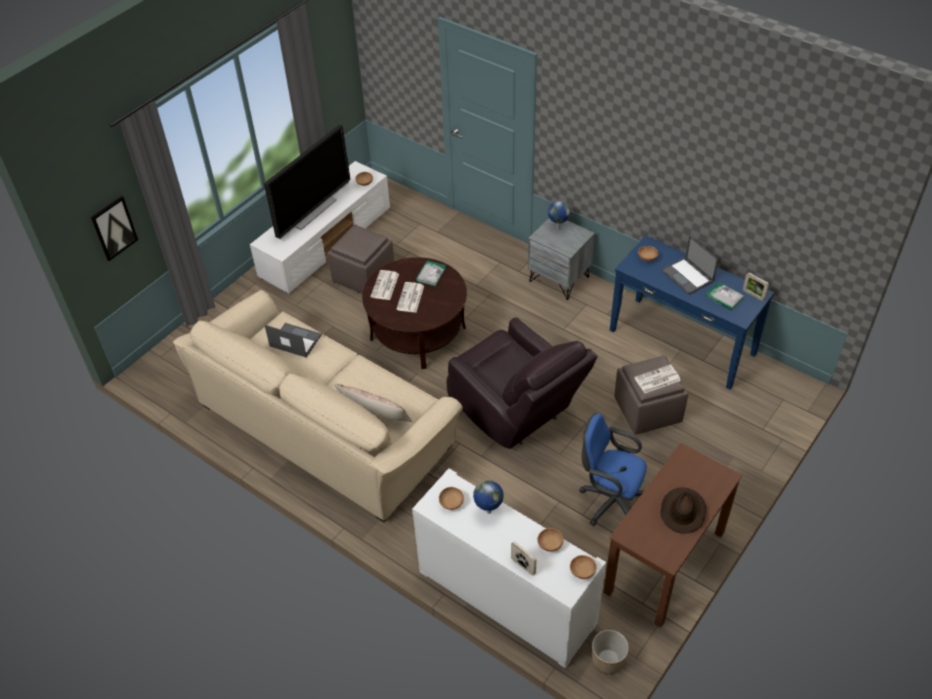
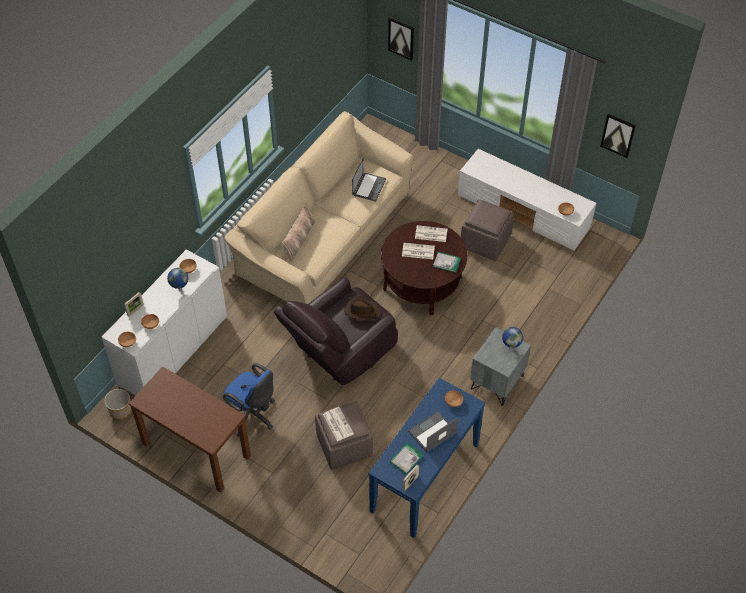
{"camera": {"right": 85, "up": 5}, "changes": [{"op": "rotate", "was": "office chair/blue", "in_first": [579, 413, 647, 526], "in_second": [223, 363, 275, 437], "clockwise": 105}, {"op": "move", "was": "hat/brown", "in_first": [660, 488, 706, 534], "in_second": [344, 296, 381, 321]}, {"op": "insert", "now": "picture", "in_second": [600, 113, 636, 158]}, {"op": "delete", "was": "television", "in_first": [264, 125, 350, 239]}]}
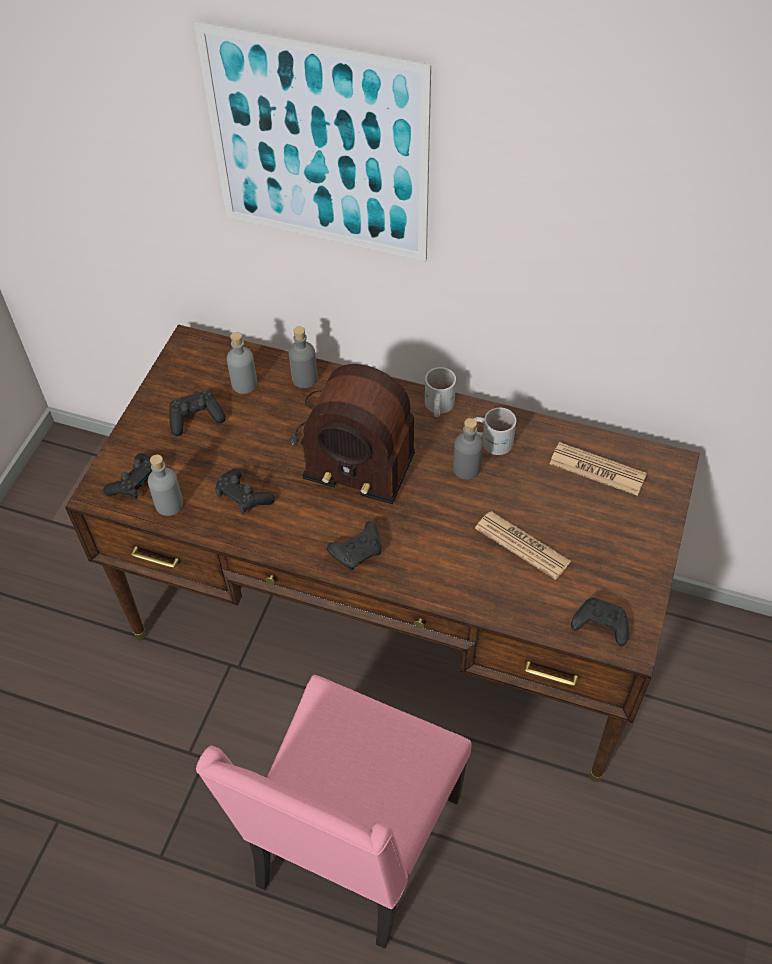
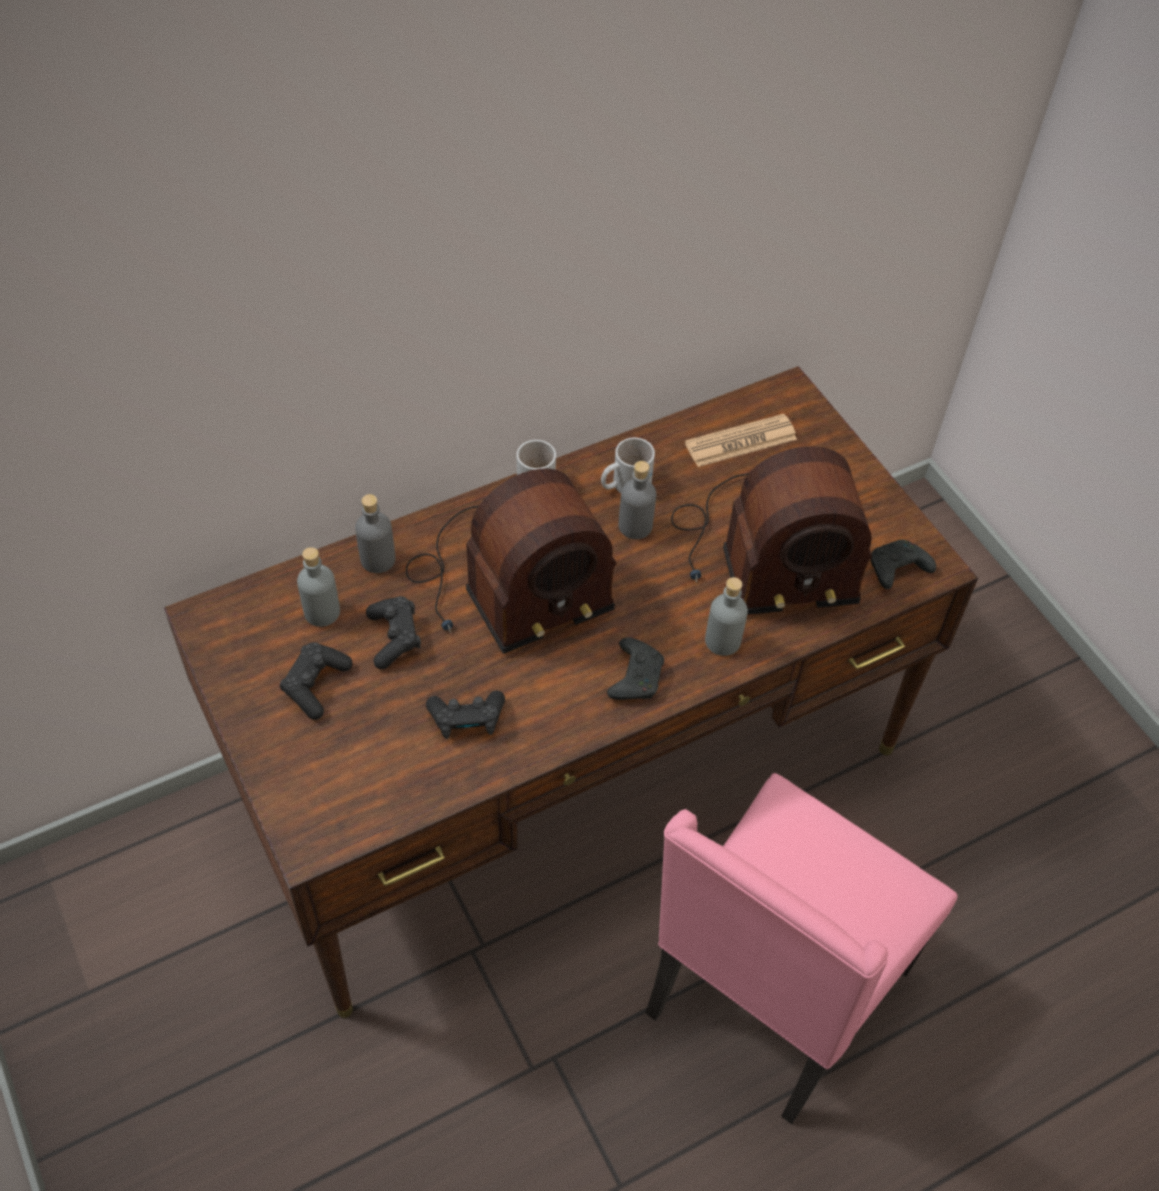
{"camera": {"right": -50, "up": 0}, "changes": [{"op": "move", "was": "game controller/black", "in_first": [103, 453, 152, 499], "in_second": [366, 596, 421, 669]}, {"op": "rotate", "was": "chair/pink", "in_first": [196, 675, 472, 949], "in_second": [646, 773, 958, 1124], "clockwise": 60}, {"op": "replace", "was": "newspaper", "now": "radio", "in_first": [475, 511, 571, 580], "in_second": [671, 446, 872, 615]}, {"op": "move", "was": "bottle/grey", "in_first": [148, 455, 183, 516], "in_second": [705, 577, 748, 656]}, {"op": "delete", "was": "picture", "in_first": [194, 21, 431, 261]}]}
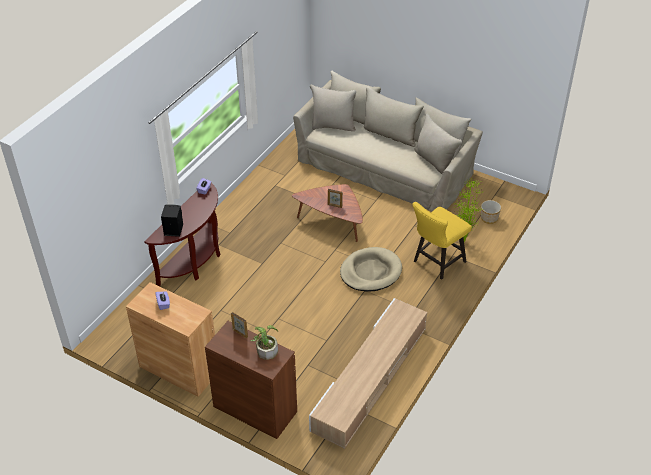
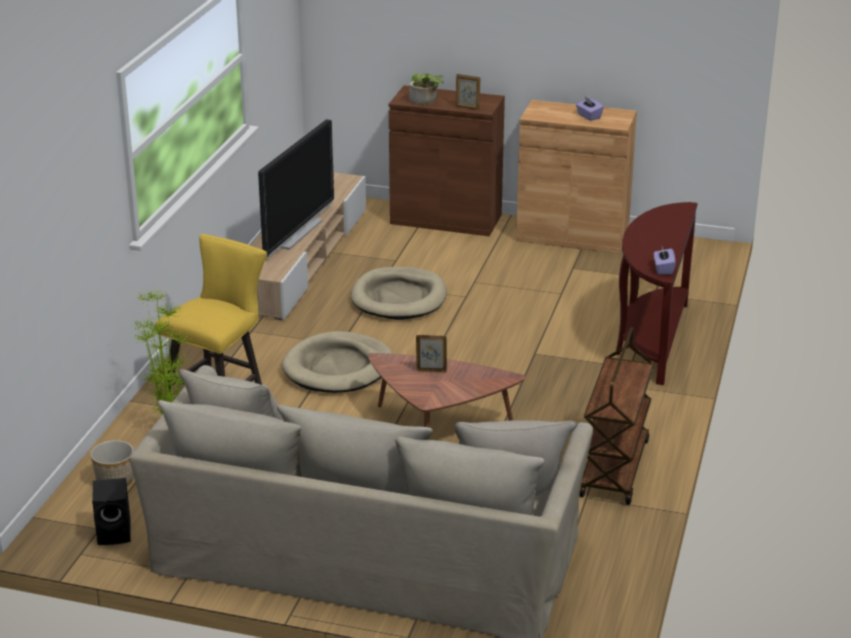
{"camera": {"right": 165, "up": -15}, "changes": [{"op": "move", "was": "speaker/black", "in_first": [161, 204, 183, 237], "in_second": [92, 478, 131, 545]}, {"op": "insert", "now": "television", "in_second": [258, 119, 334, 257]}, {"op": "insert", "now": "dog bed/beige", "in_second": [351, 267, 447, 320]}, {"op": "insert", "now": "cart/brown", "in_second": [579, 327, 654, 505]}]}
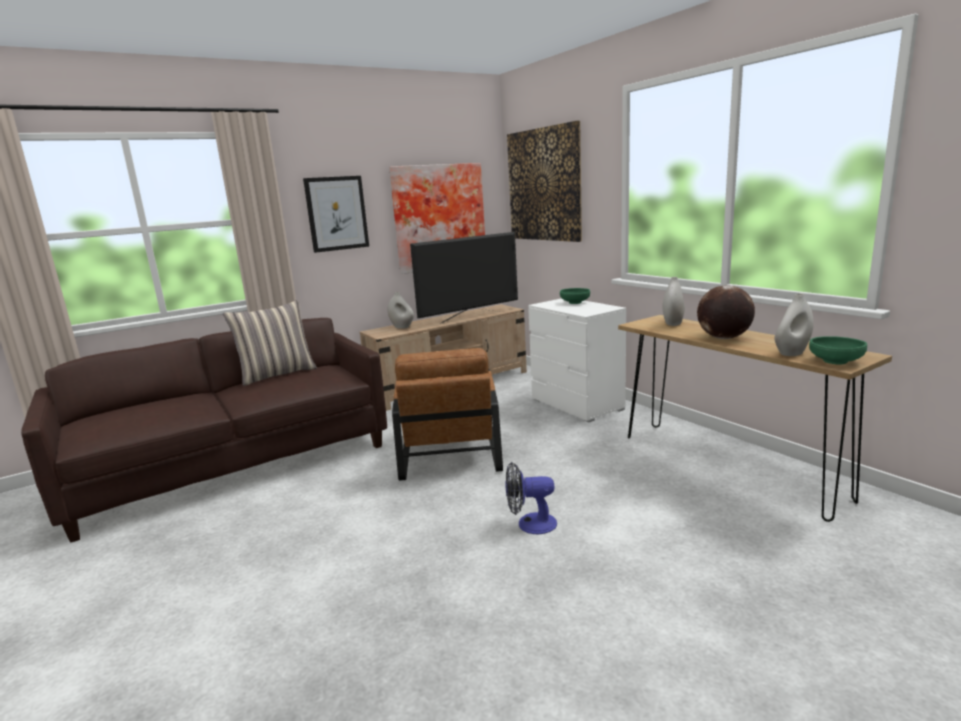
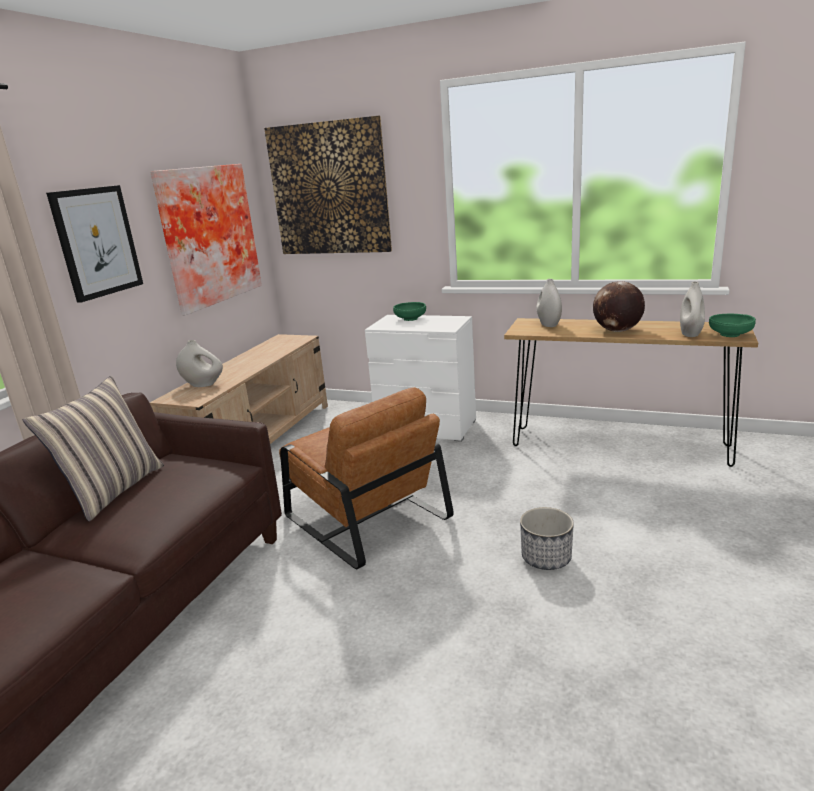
{"camera": {"right": -35, "up": 5}, "changes": [{"op": "replace", "was": "fan", "now": "planter", "in_first": [505, 462, 557, 534], "in_second": [520, 507, 574, 570]}, {"op": "delete", "was": "television", "in_first": [410, 232, 518, 324]}]}
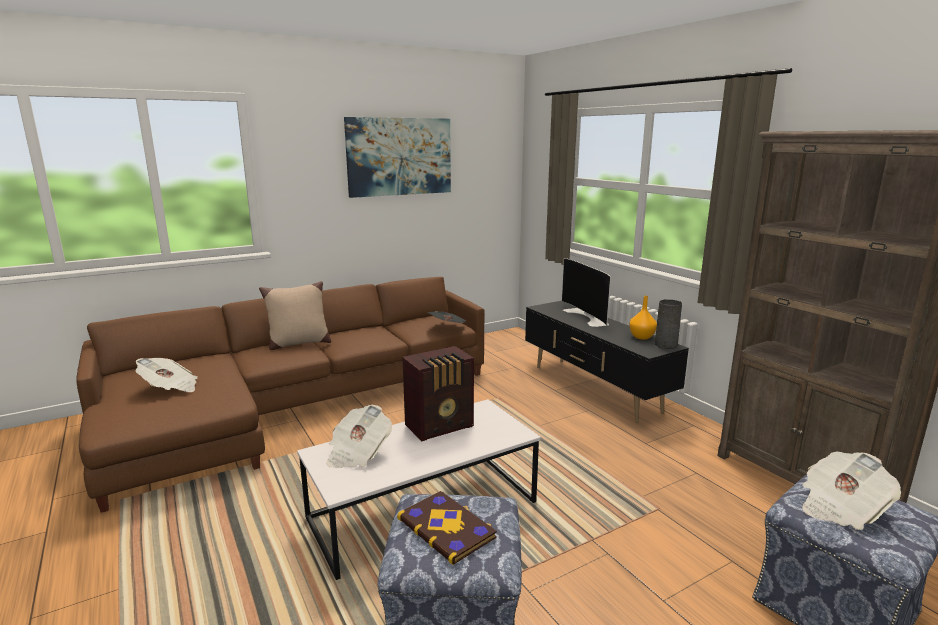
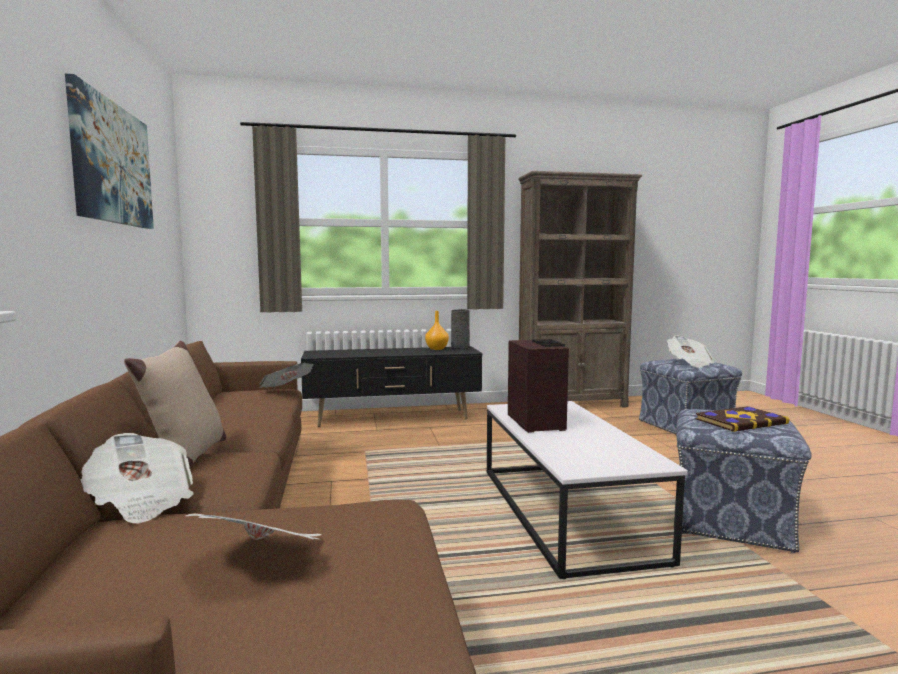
{"camera": {"right": -70, "up": -10}, "changes": [{"op": "move", "was": "newspaper", "in_first": [327, 405, 392, 468], "in_second": [81, 433, 193, 524]}, {"op": "delete", "was": "television", "in_first": [562, 258, 611, 327]}]}
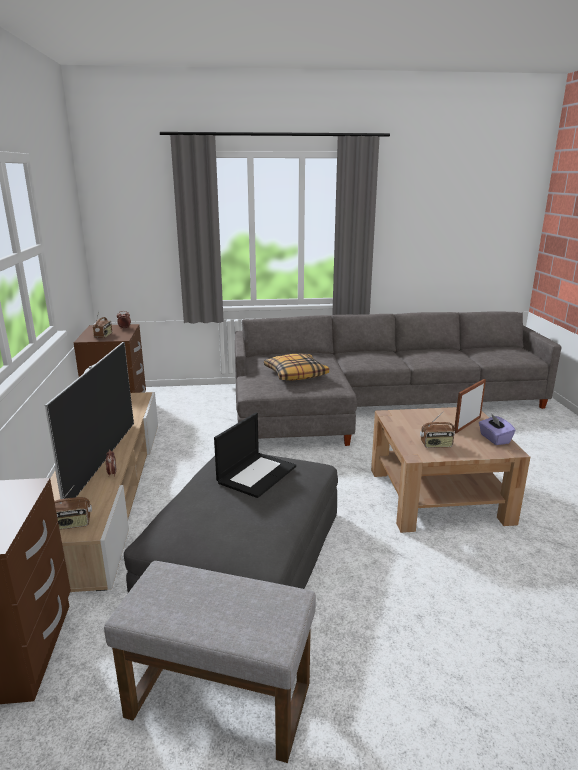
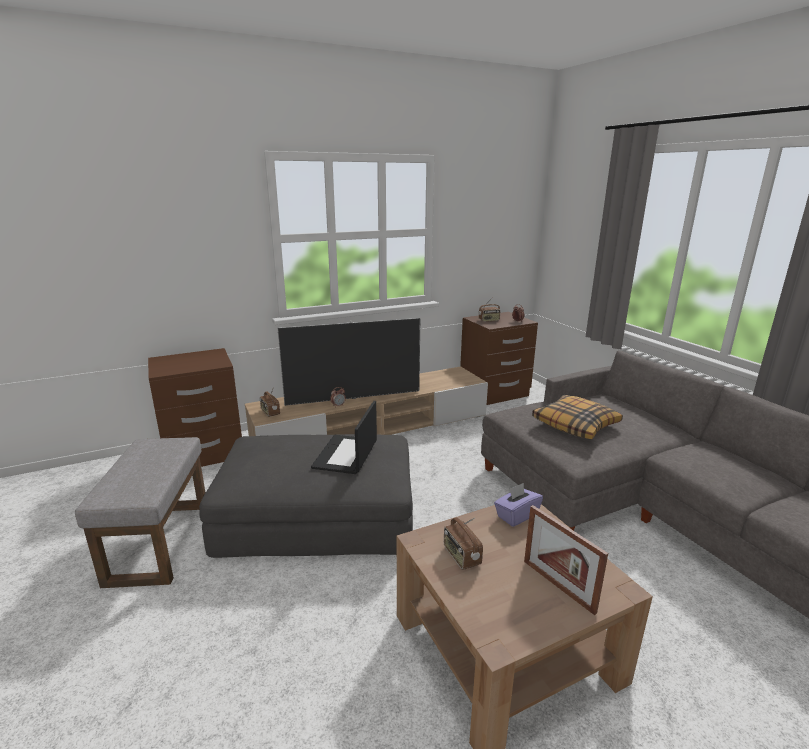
{"camera": {"right": 70, "up": 0}, "changes": [{"op": "rotate", "was": "laptop", "in_first": [214, 413, 296, 498], "in_second": [311, 401, 377, 474], "clockwise": 90}, {"op": "move", "was": "tissue box/purple", "in_first": [479, 415, 516, 445], "in_second": [494, 483, 543, 527]}, {"op": "rotate", "was": "picture frame", "in_first": [454, 379, 486, 434], "in_second": [524, 505, 608, 615], "clockwise": -150}]}
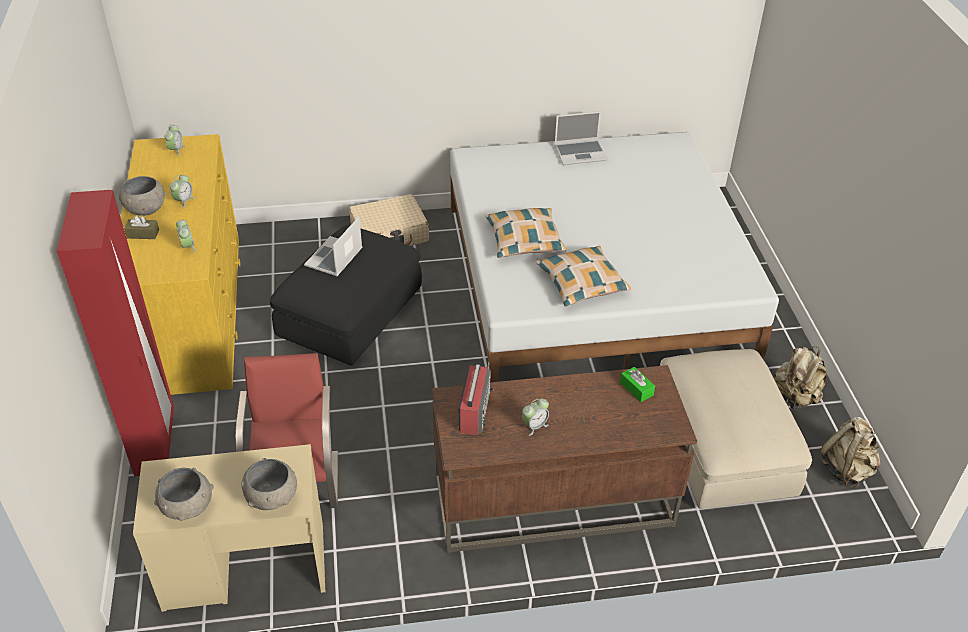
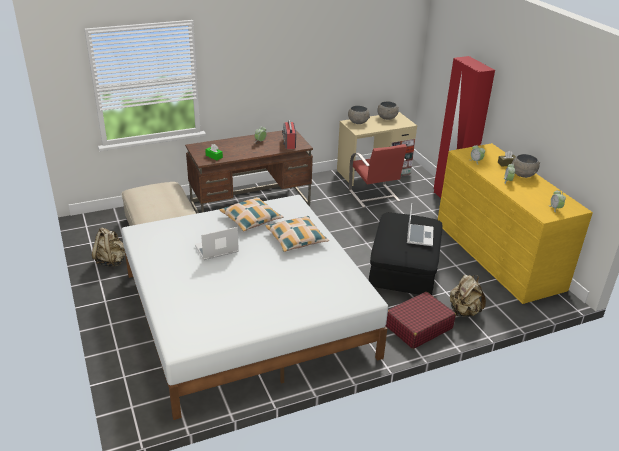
{"camera": {"right": 165, "up": -10}, "changes": [{"op": "move", "was": "laptop", "in_first": [554, 111, 607, 165], "in_second": [195, 227, 239, 260]}, {"op": "recolor", "was": "suitcase/beige", "now": "suitcase/red", "in_first": [349, 194, 429, 246], "in_second": [386, 292, 456, 349]}, {"op": "move", "was": "backpack/beige", "in_first": [820, 417, 881, 488], "in_second": [450, 275, 486, 317]}]}
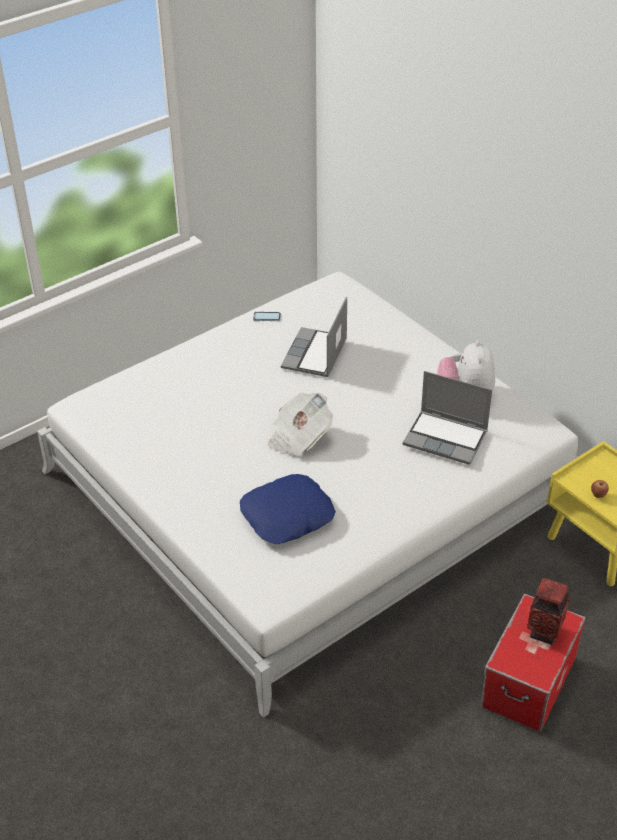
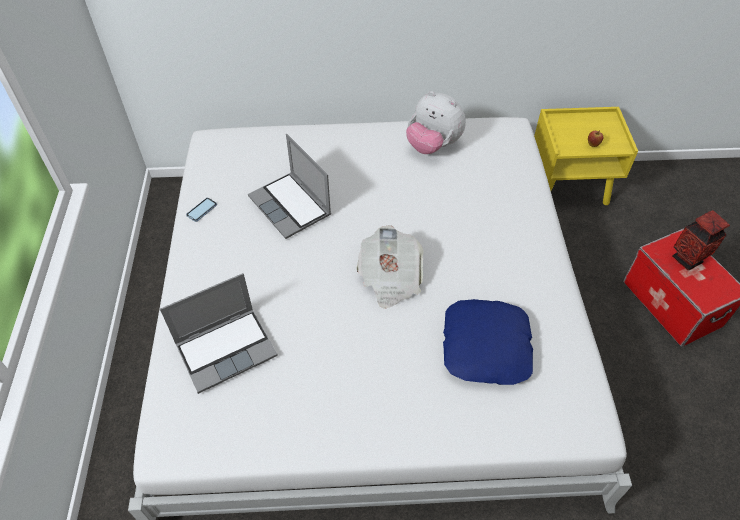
{"camera": {"right": -55, "up": 10}, "changes": [{"op": "move", "was": "laptop", "in_first": [403, 371, 492, 465], "in_second": [160, 273, 278, 394]}]}
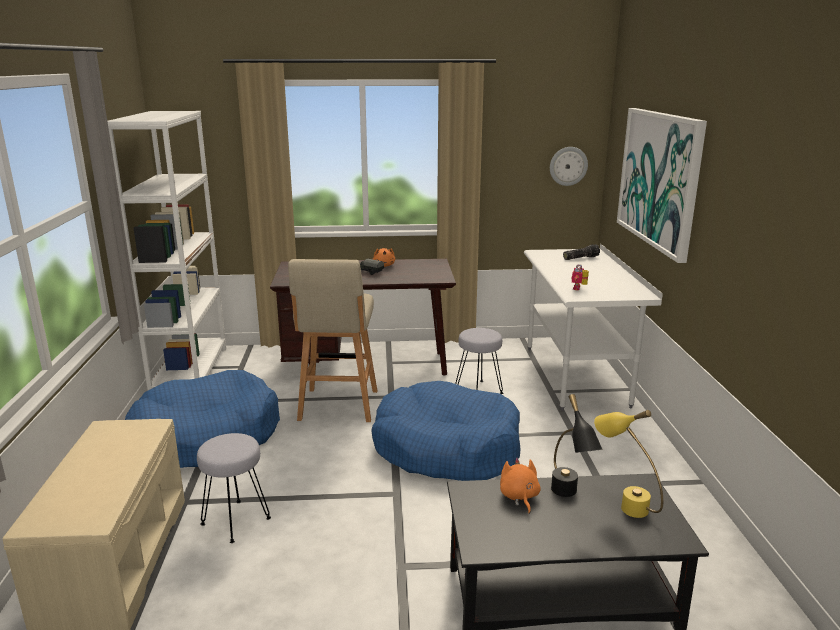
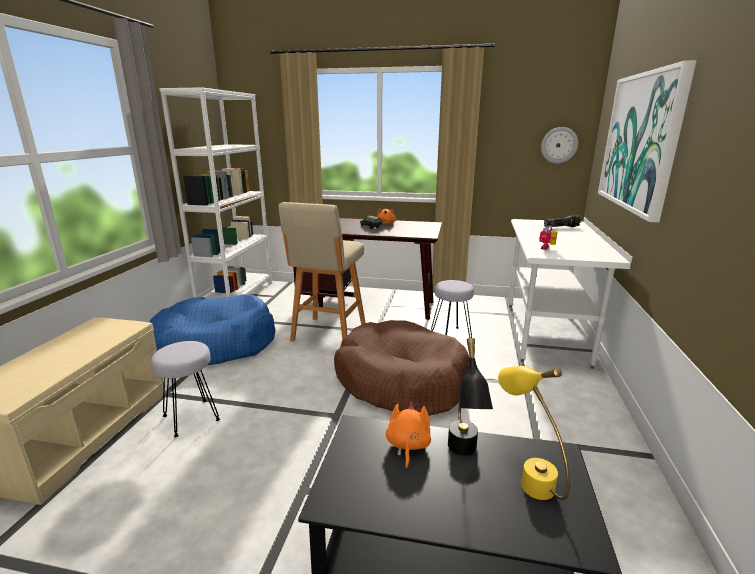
{"camera": {"right": 15, "up": 0}, "changes": [{"op": "recolor", "was": "dog bed/blue", "now": "dog bed/brown", "in_first": [371, 381, 521, 481], "in_second": [334, 320, 470, 416]}]}
